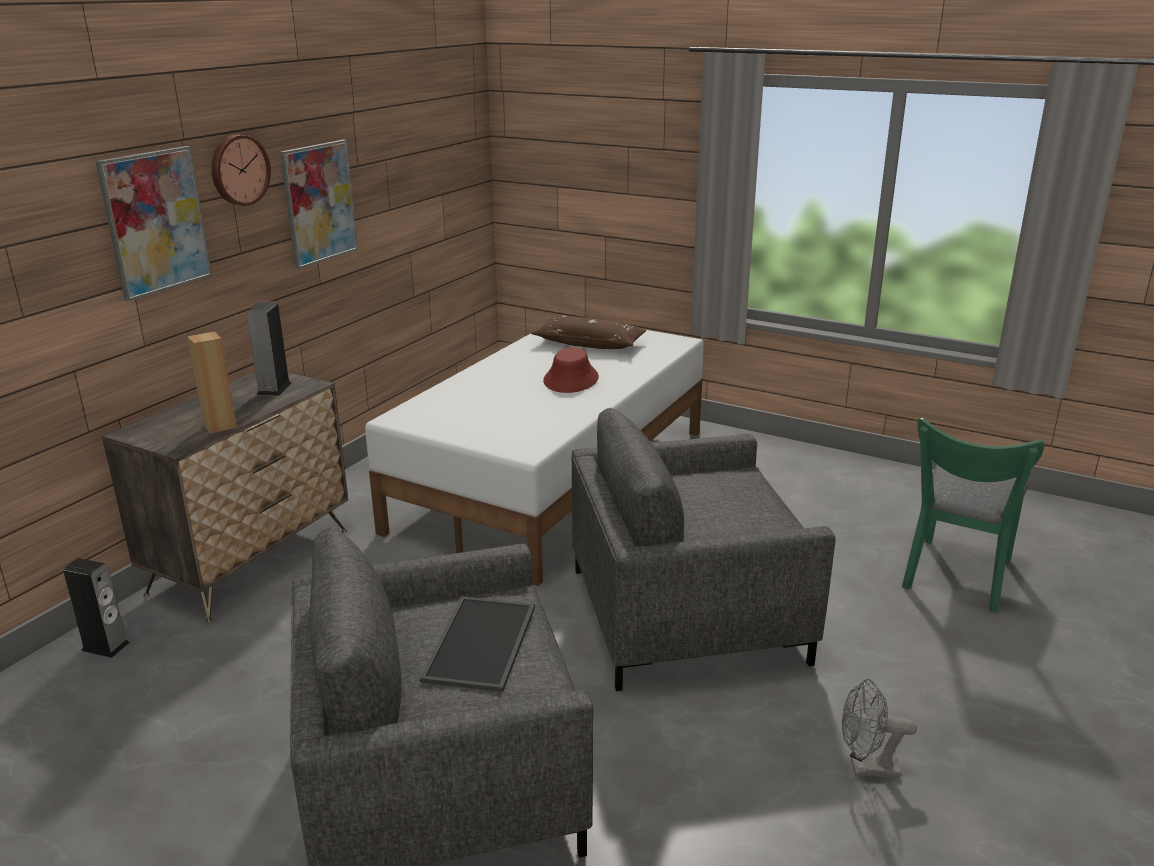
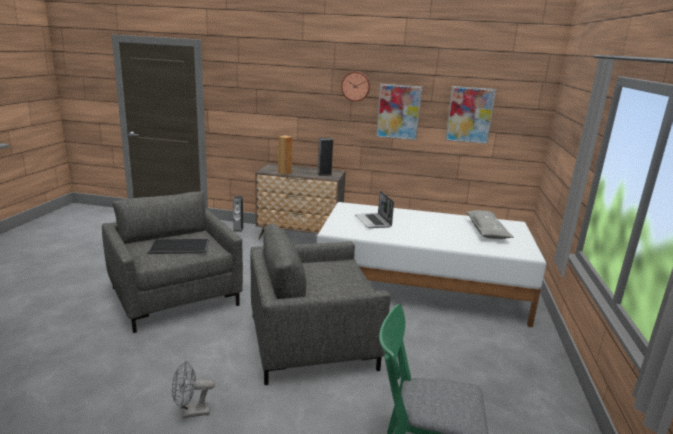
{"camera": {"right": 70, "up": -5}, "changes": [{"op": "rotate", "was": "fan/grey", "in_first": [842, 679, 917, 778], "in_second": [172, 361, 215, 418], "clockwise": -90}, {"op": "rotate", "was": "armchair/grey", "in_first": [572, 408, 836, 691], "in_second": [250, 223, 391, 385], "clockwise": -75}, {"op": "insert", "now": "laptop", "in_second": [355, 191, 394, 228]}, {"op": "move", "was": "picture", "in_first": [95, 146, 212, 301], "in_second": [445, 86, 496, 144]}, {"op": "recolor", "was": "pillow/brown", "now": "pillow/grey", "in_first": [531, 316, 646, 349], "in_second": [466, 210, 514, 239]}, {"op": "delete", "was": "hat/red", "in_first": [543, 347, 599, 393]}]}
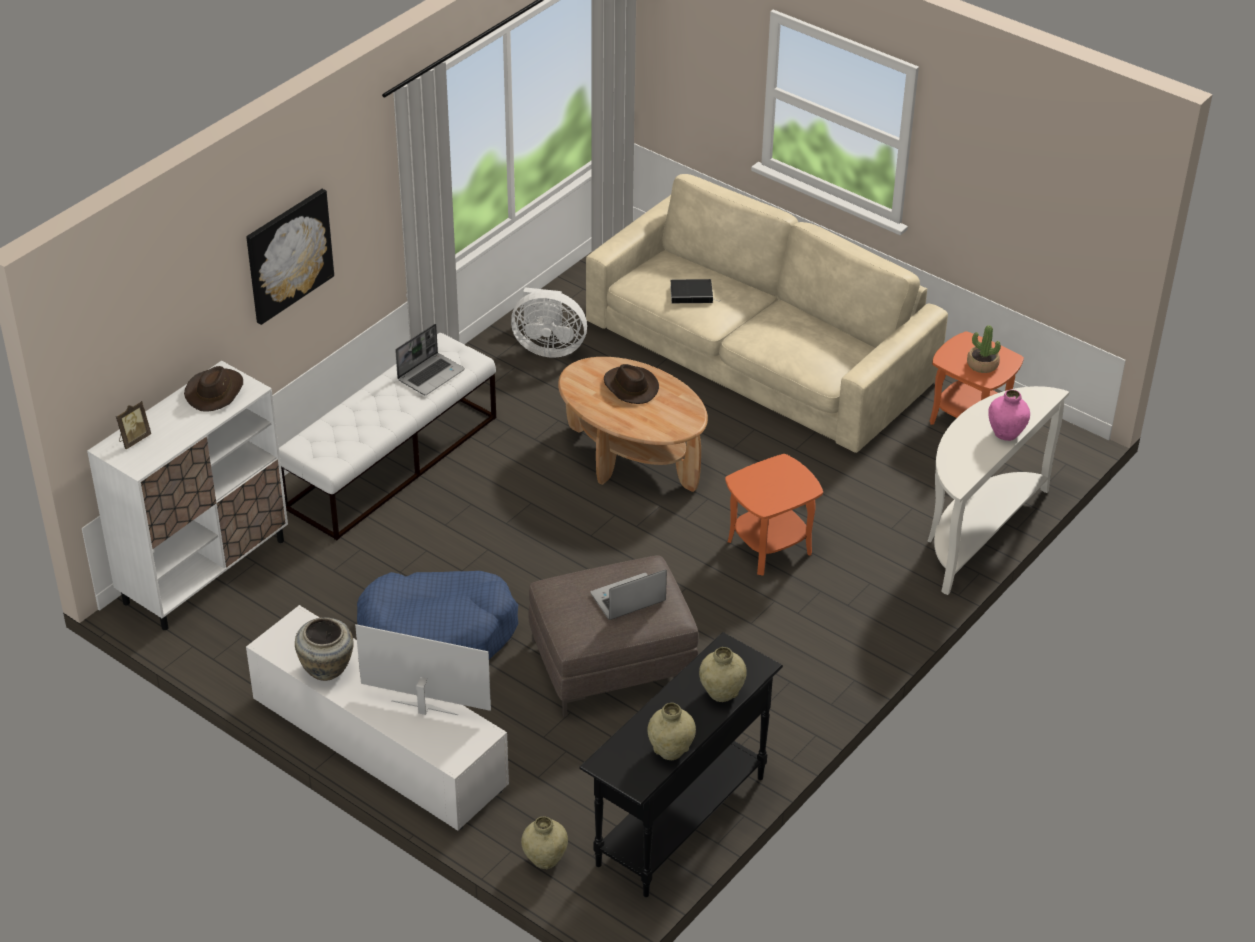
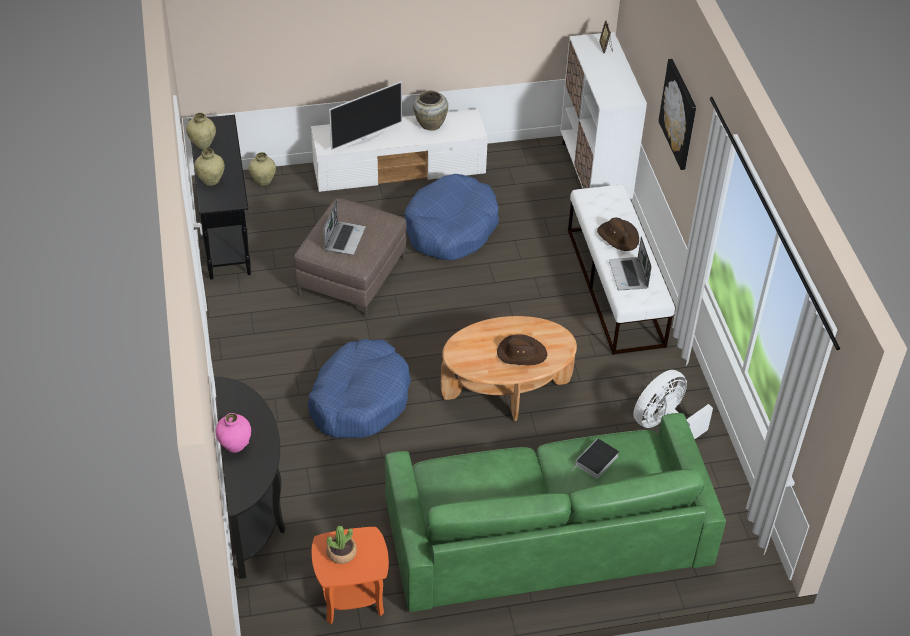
{"camera": {"right": 130, "up": 5}, "changes": [{"op": "recolor", "was": "console table/white", "now": "console table/black", "in_first": [927, 386, 1069, 595], "in_second": [214, 377, 285, 579]}, {"op": "replace", "was": "side table/orange", "now": "dog bed/blue", "in_first": [725, 454, 823, 576], "in_second": [307, 339, 411, 438]}, {"op": "recolor", "was": "sofa/beige", "now": "sofa/green", "in_first": [586, 174, 948, 453], "in_second": [385, 413, 726, 612]}, {"op": "move", "was": "hat/brown", "in_first": [184, 366, 243, 412], "in_second": [597, 217, 639, 251]}]}
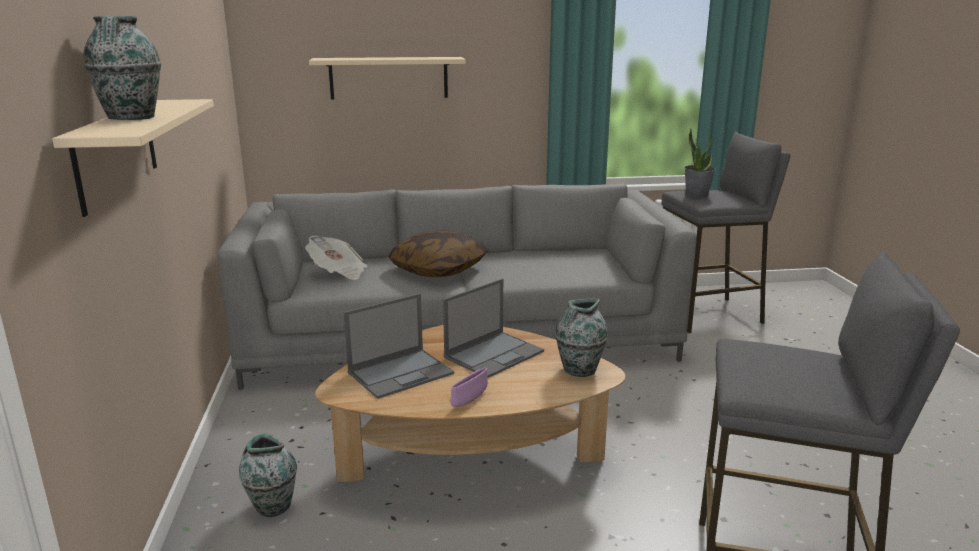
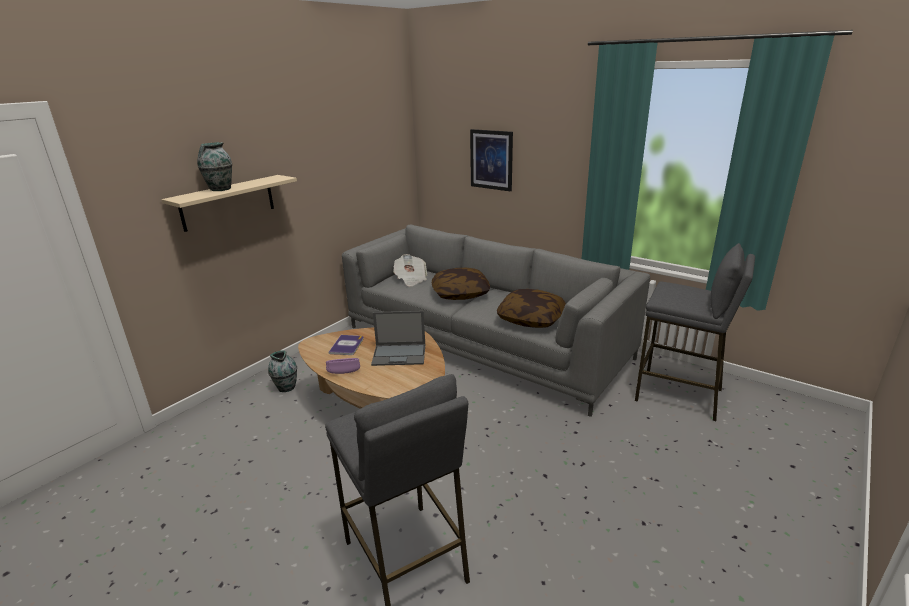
{"camera": {"right": 45, "up": 5}, "changes": [{"op": "replace", "was": "laptop", "now": "book", "in_first": [344, 293, 454, 399], "in_second": [329, 335, 364, 355]}, {"op": "replace", "was": "shelf/beige", "now": "picture", "in_first": [309, 57, 466, 100], "in_second": [470, 129, 513, 192]}, {"op": "insert", "now": "pillow", "in_second": [497, 289, 566, 328]}, {"op": "delete", "was": "vase", "in_first": [555, 299, 608, 377]}, {"op": "delete", "was": "potted plant", "in_first": [684, 128, 716, 198]}]}
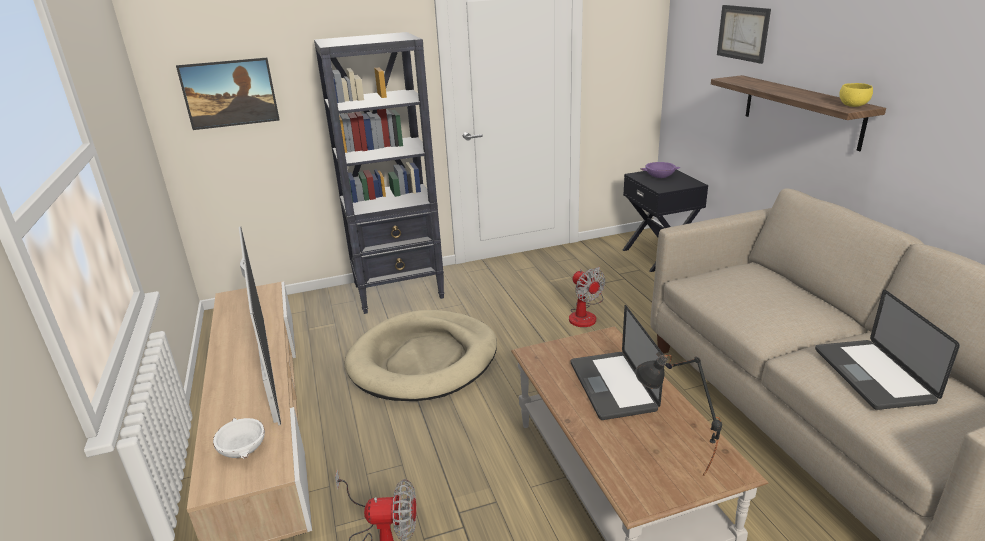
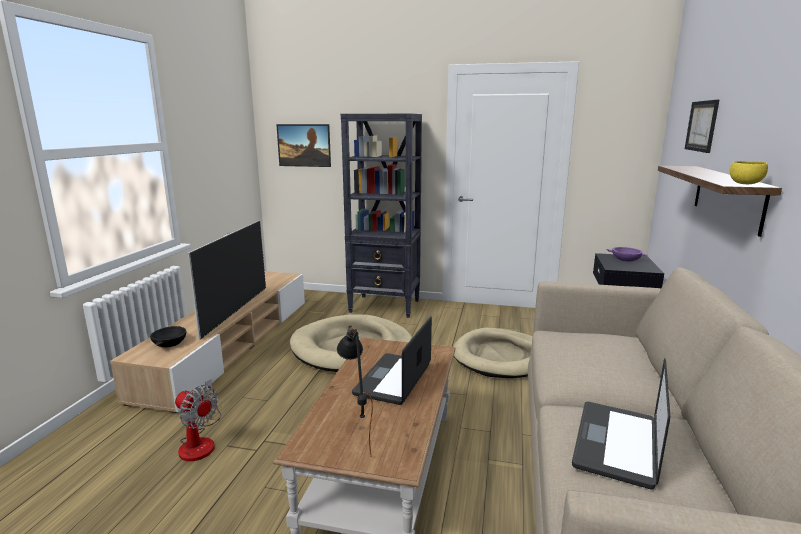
{"camera": {"right": 30, "up": -10}, "changes": [{"op": "recolor", "was": "bowl/white", "now": "bowl/black", "in_first": [213, 418, 265, 459], "in_second": [150, 326, 186, 347]}, {"op": "replace", "was": "fan", "now": "dog bed/beige", "in_first": [569, 267, 605, 327], "in_second": [453, 328, 533, 378]}]}
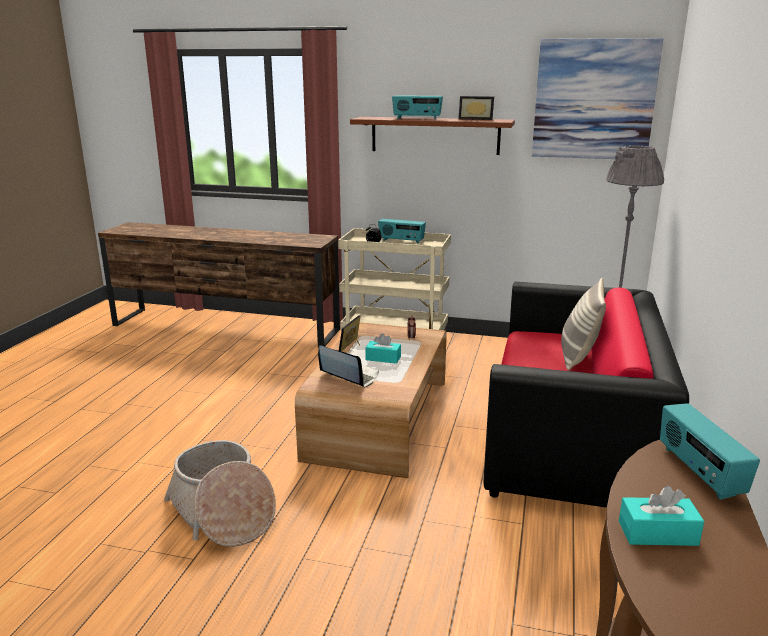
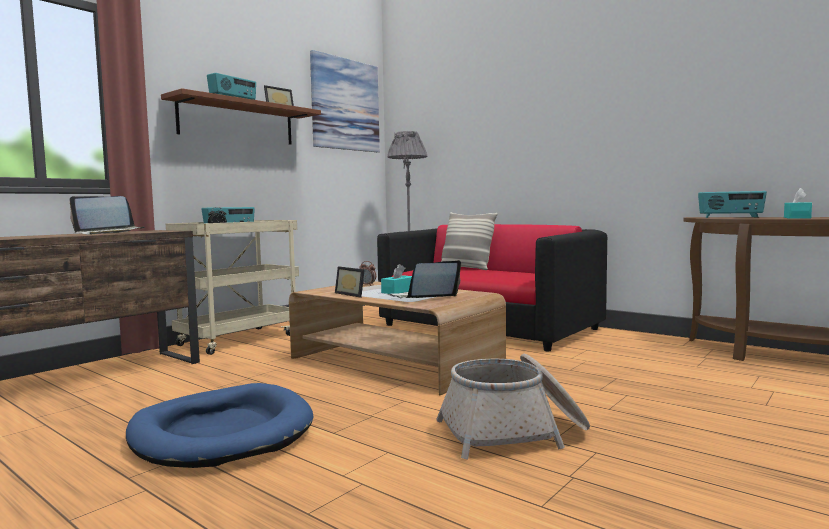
{"camera": {"right": -65, "up": -15}, "changes": [{"op": "insert", "now": "laptop", "in_second": [70, 196, 145, 235]}, {"op": "insert", "now": "dog bed/blue", "in_second": [126, 383, 314, 468]}]}
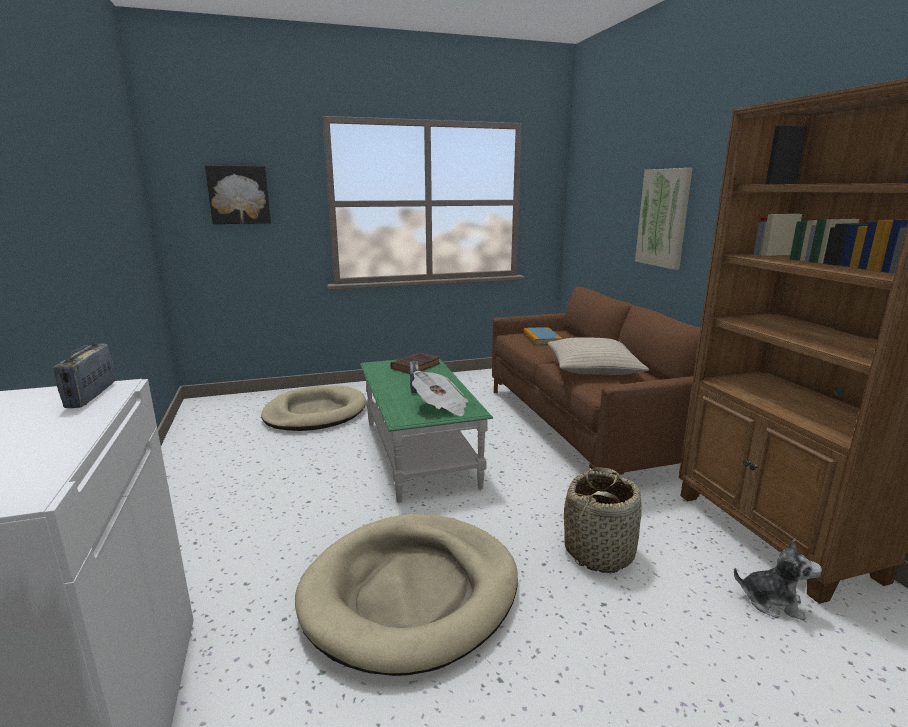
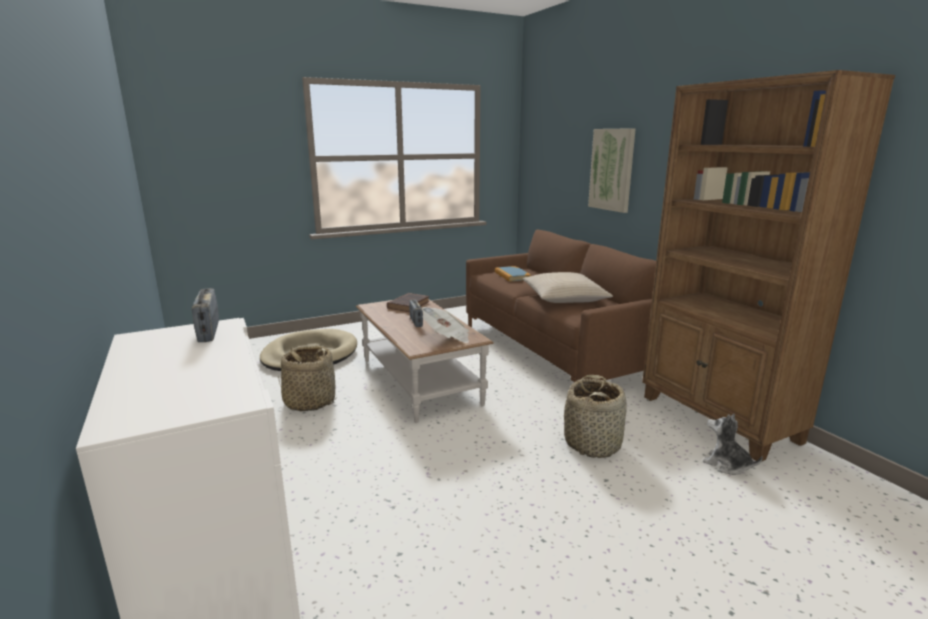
{"camera": {"right": -10, "up": 0}, "changes": [{"op": "insert", "now": "basket", "in_second": [278, 346, 337, 411]}, {"op": "recolor", "was": "coffee table/green", "now": "coffee table/brown", "in_first": [360, 356, 493, 503], "in_second": [356, 299, 494, 423]}, {"op": "rotate", "was": "plush toy", "in_first": [734, 539, 822, 621], "in_second": [703, 414, 763, 475], "clockwise": -150}, {"op": "delete", "was": "picture", "in_first": [205, 165, 271, 224]}, {"op": "delete", "was": "dog bed/beige", "in_first": [295, 514, 518, 676]}]}
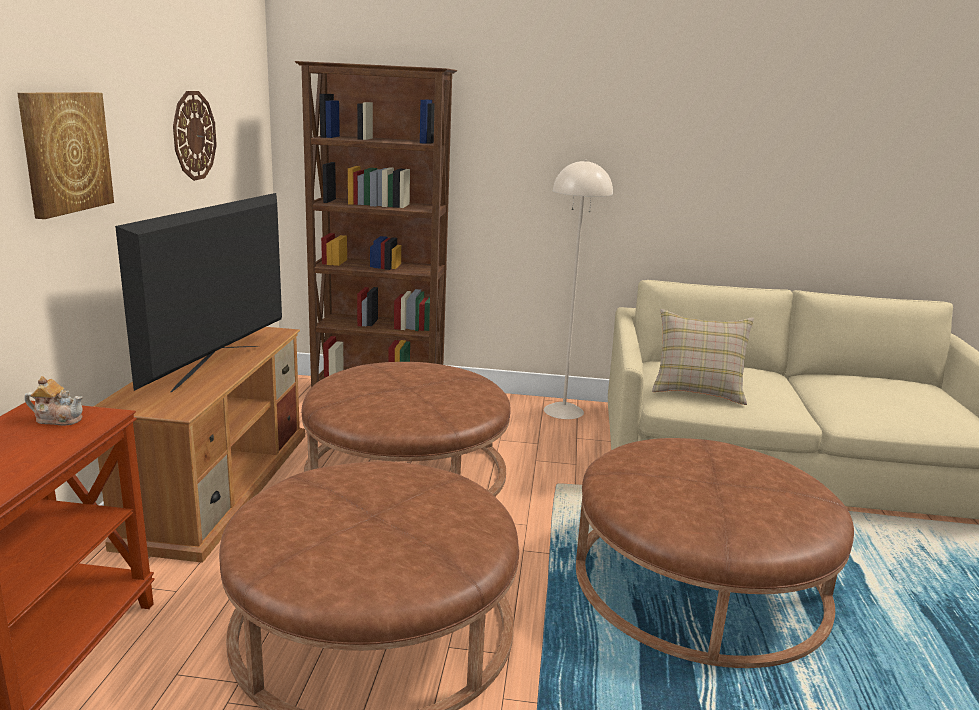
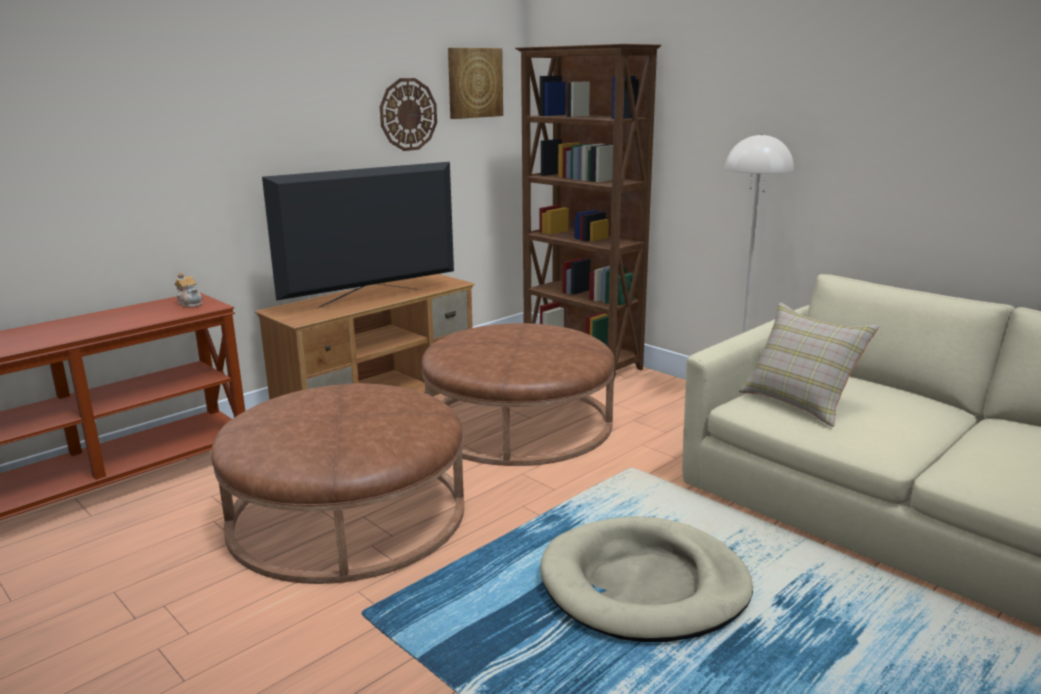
{"camera": {"right": 40, "up": 0}, "changes": [{"op": "move", "was": "picture", "in_first": [17, 92, 114, 219], "in_second": [448, 48, 503, 119]}, {"op": "replace", "was": "ottoman/brown", "now": "dog bed/beige", "in_first": [576, 438, 854, 668], "in_second": [540, 516, 753, 642]}]}
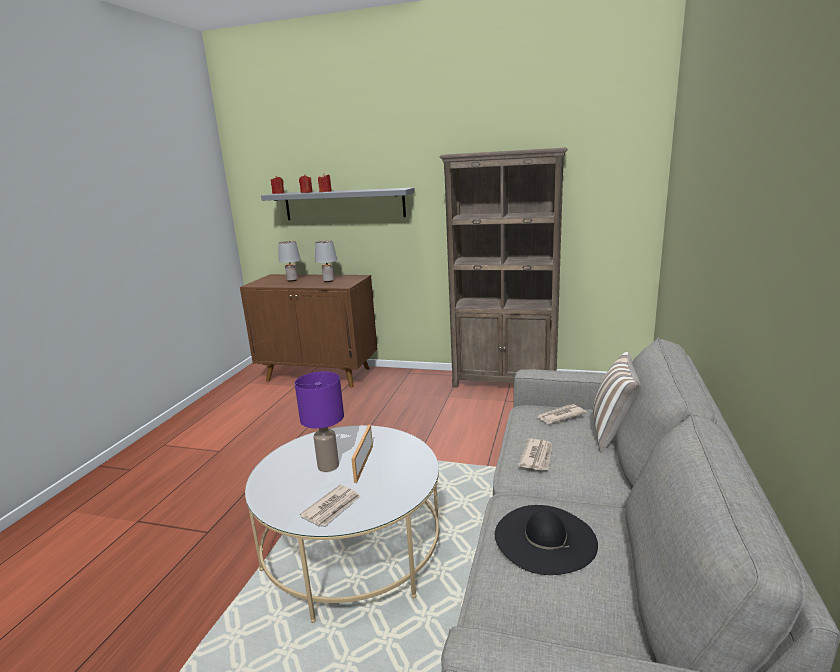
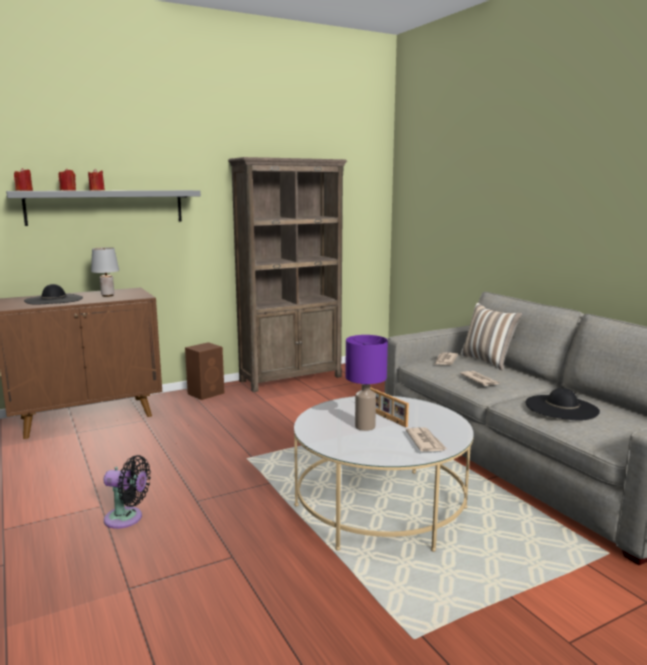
{"camera": {"right": -45, "up": -5}, "changes": [{"op": "replace", "was": "table lamp/grey", "now": "hat/black", "in_first": [278, 241, 301, 282], "in_second": [24, 284, 83, 305]}, {"op": "insert", "now": "fan/black", "in_second": [104, 455, 151, 529]}, {"op": "insert", "now": "speaker/brown", "in_second": [185, 342, 225, 400]}]}
